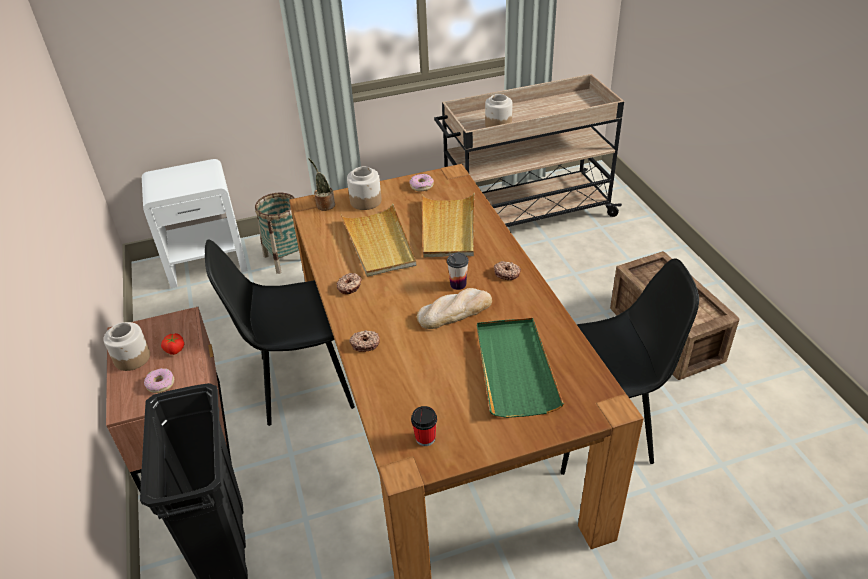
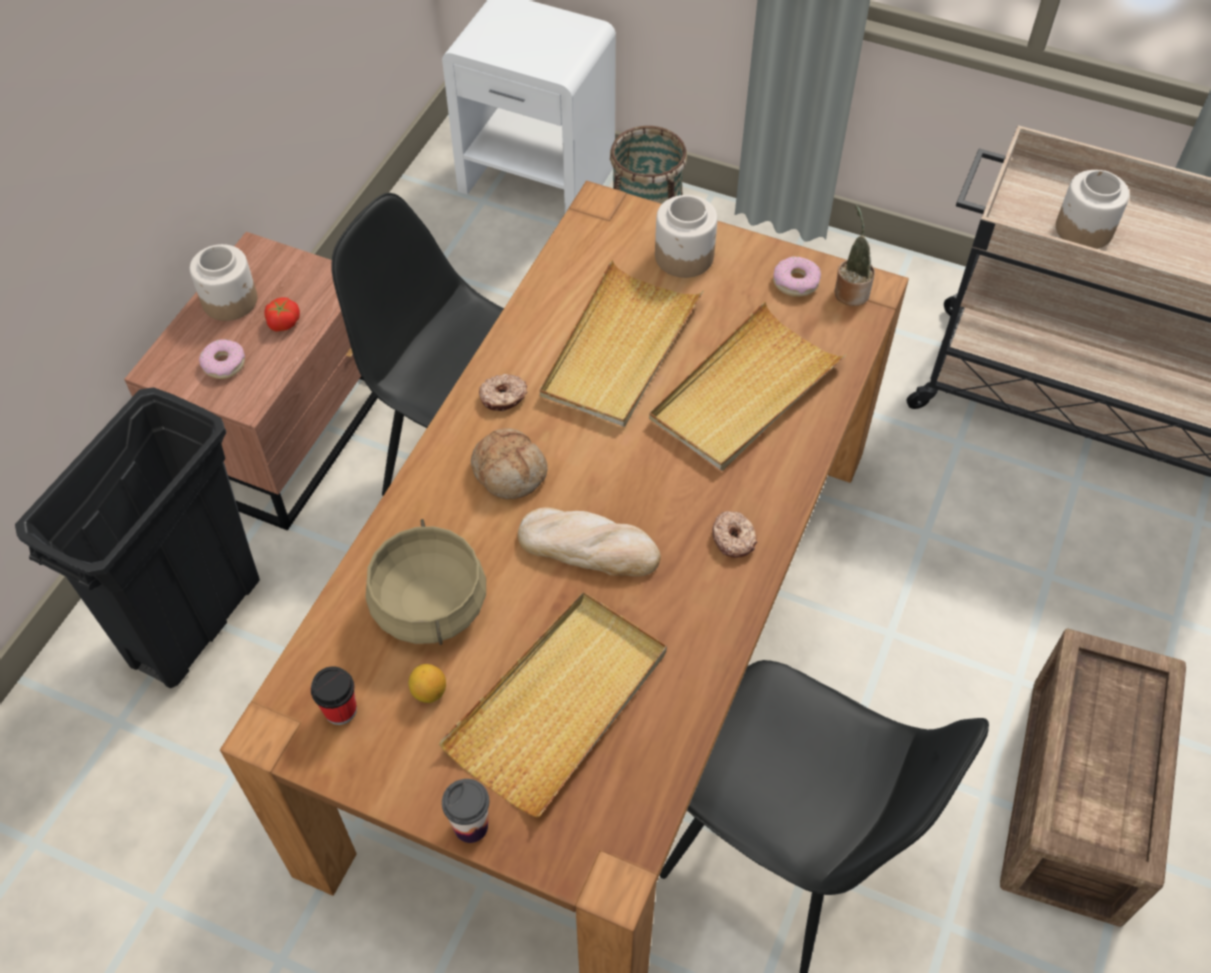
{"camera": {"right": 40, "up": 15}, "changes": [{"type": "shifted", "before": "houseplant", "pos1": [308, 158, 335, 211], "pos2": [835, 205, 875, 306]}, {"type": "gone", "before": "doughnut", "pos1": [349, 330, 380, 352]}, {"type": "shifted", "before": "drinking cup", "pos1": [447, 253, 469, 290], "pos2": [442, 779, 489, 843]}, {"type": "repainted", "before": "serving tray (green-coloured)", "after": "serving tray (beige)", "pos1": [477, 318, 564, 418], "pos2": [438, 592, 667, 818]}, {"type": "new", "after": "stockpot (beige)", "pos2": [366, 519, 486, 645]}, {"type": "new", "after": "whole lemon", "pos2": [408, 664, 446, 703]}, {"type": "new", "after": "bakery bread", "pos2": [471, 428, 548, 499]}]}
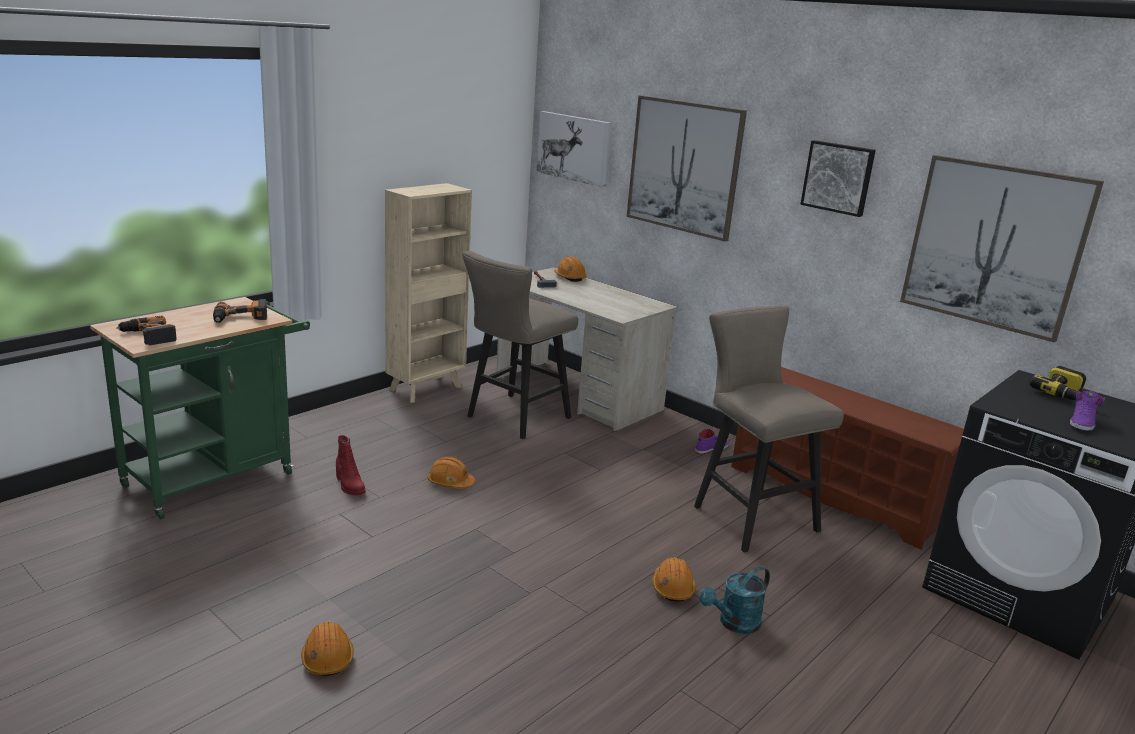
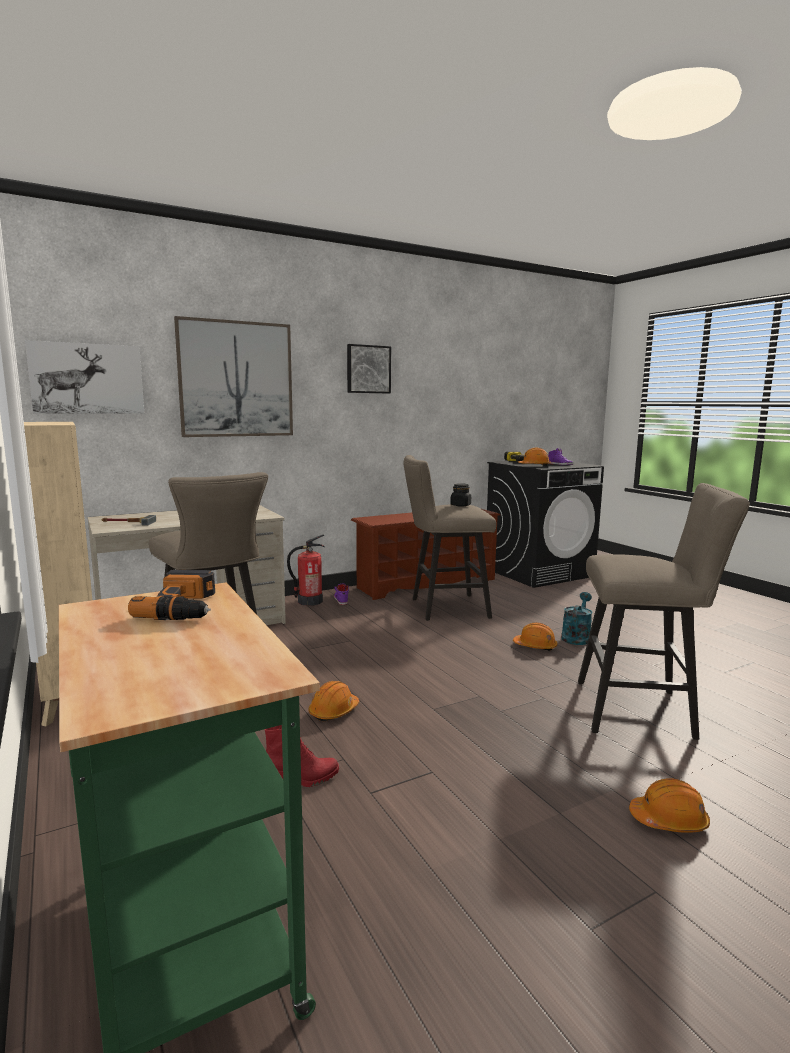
{"camera": {"right": -70, "up": -10}, "changes": [{"type": "gone", "before": "drill", "pos1": [116, 316, 177, 345]}, {"type": "shifted", "before": "hard hat (orange-coloured)", "pos1": [554, 256, 587, 282], "pos2": [518, 448, 551, 466]}, {"type": "rotated", "before": "watering pot (blue-green)", "pos1": [699, 566, 770, 634], "pos2": [561, 592, 593, 645], "turn": -135}, {"type": "gone", "before": "wall picture", "pos1": [900, 155, 1104, 343]}, {"type": "new", "after": "fire-fighting cylinder", "pos2": [287, 534, 325, 606]}, {"type": "new", "after": "preserve jar (black-coloured)", "pos2": [450, 483, 471, 507]}, {"type": "new", "after": "sitting stool (beige)", "pos2": [578, 483, 750, 740]}]}
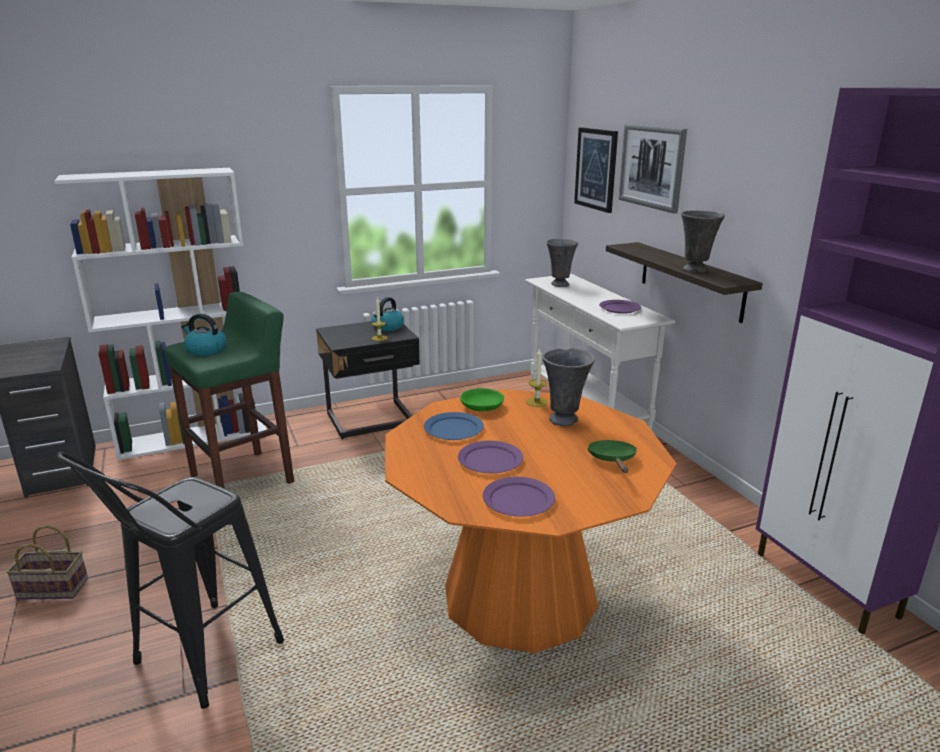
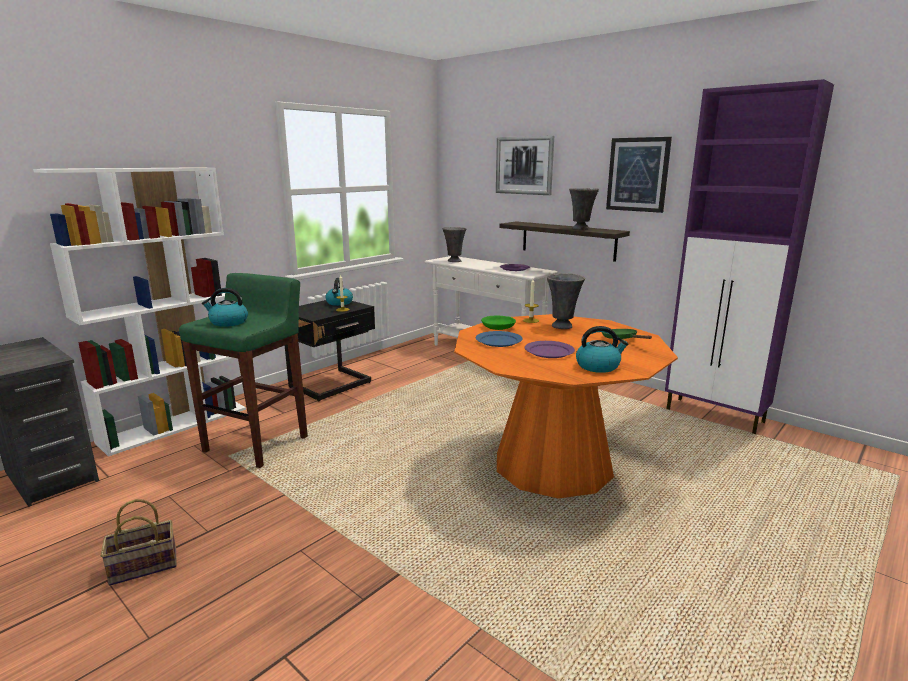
{"camera": {"right": -25, "up": -5}, "changes": [{"type": "gone", "before": "sitting stool (black-coloured)", "pos1": [57, 452, 284, 709]}, {"type": "swapped", "before": "plate (purple-coloured)", "after": "water kettle", "pos1": [483, 477, 555, 517], "pos2": [576, 326, 629, 373]}, {"type": "shifted", "before": "wall picture", "pos1": [574, 127, 618, 213], "pos2": [606, 137, 672, 213]}]}
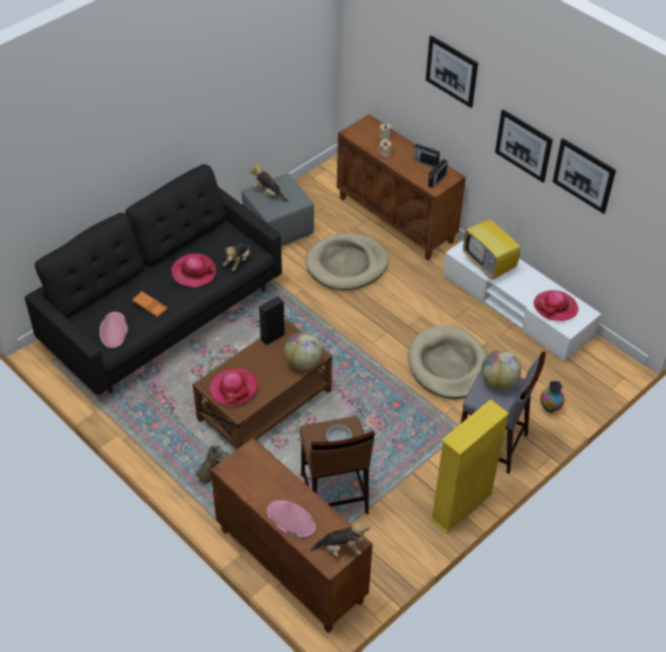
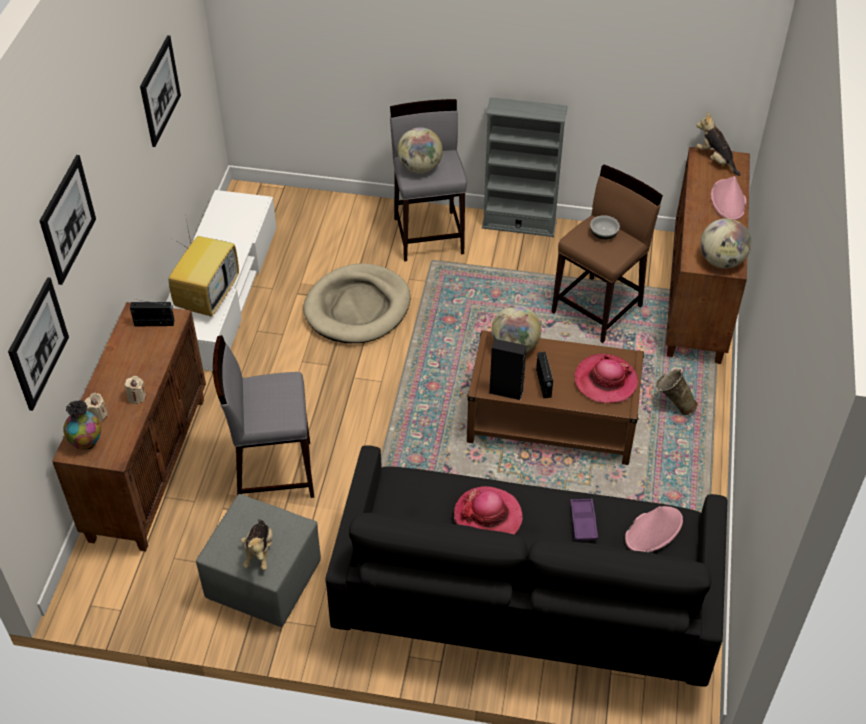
{"camera": {"right": -125, "up": 0}, "changes": [{"type": "repainted", "before": "serving tray (orange-coloured)", "after": "serving tray (purple-coloured)", "pos1": [132, 291, 167, 318], "pos2": [570, 498, 598, 541]}, {"type": "gone", "before": "plush toy", "pos1": [223, 244, 250, 271]}, {"type": "swapped", "before": "pet bed (beige)", "after": "sitting stool (greyish)", "pos1": [305, 233, 388, 290], "pos2": [213, 335, 314, 498]}, {"type": "shifted", "before": "radio set", "pos1": [413, 144, 440, 168], "pos2": [536, 352, 553, 398]}, {"type": "repainted", "before": "bookcase (yellow-coloured)", "after": "bookcase (greyish)", "pos1": [430, 399, 509, 533], "pos2": [482, 97, 568, 237]}, {"type": "shifted", "before": "wall picture", "pos1": [495, 109, 553, 182], "pos2": [8, 277, 69, 411]}, {"type": "gone", "before": "clothing hat", "pos1": [534, 290, 578, 321]}, {"type": "shifted", "before": "decorative vase", "pos1": [540, 381, 565, 413], "pos2": [63, 400, 101, 450]}, {"type": "new", "after": "globe", "pos2": [700, 218, 751, 268]}]}
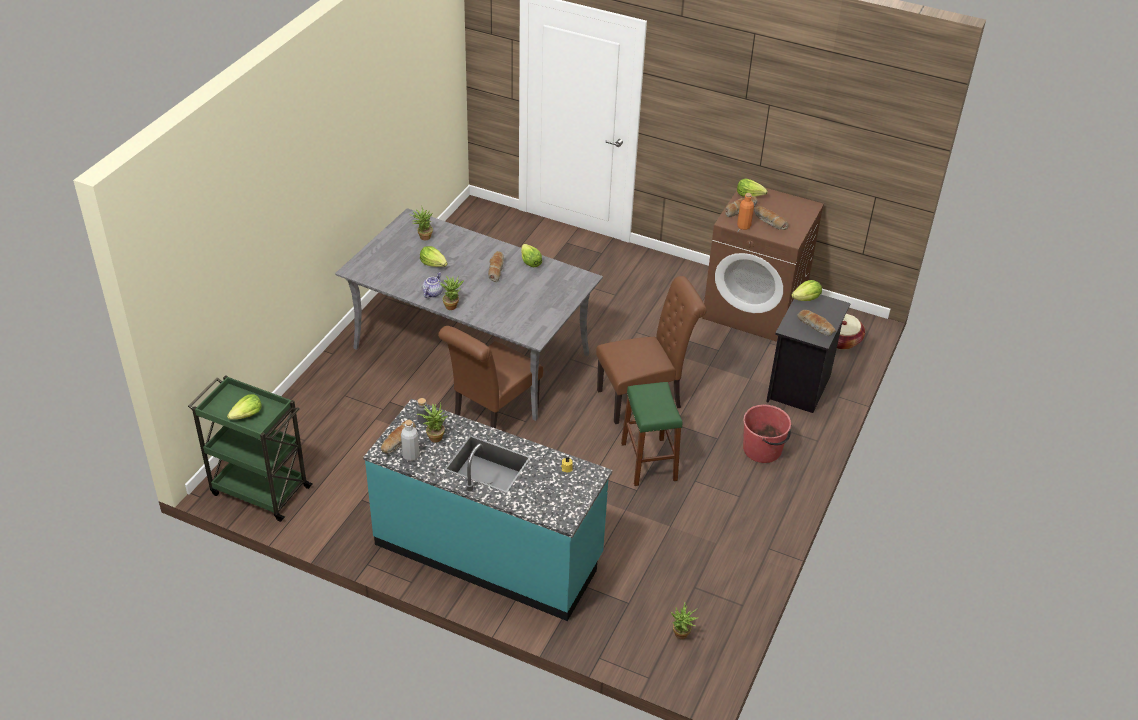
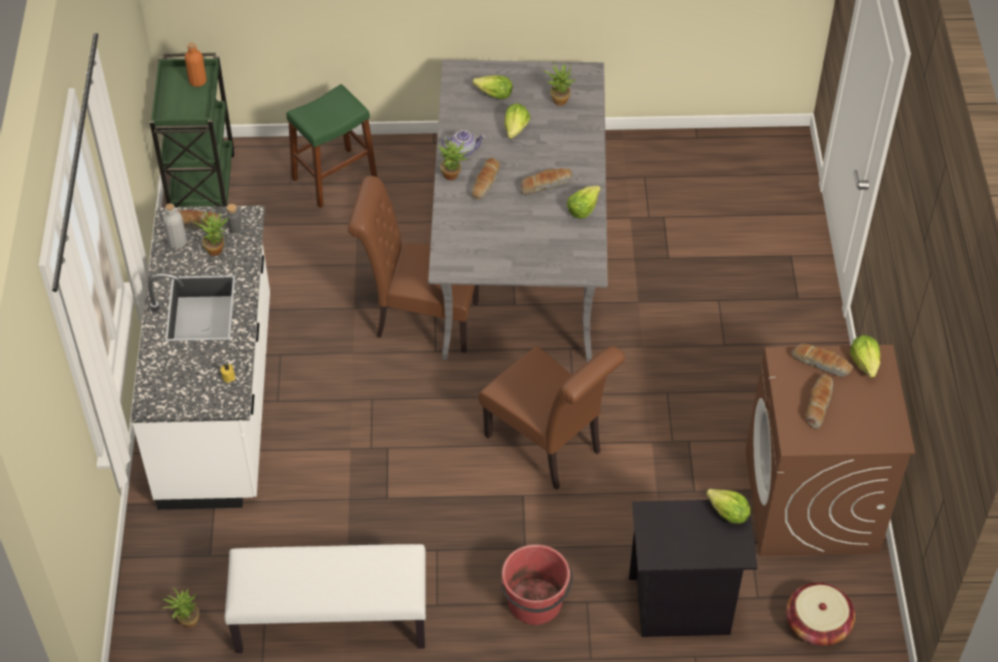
{"camera": {"right": 65, "up": 10}, "changes": [{"type": "shifted", "before": "head of lettuce", "pos1": [227, 394, 262, 420], "pos2": [473, 75, 513, 99]}, {"type": "repainted", "before": "counter (blue-green)", "after": "counter (white-coloured)", "pos1": [363, 399, 612, 621], "pos2": [131, 206, 270, 510]}, {"type": "shifted", "before": "sitting stool (green-coloured)", "pos1": [621, 382, 683, 486], "pos2": [286, 84, 377, 208]}, {"type": "shifted", "before": "drink bottle (orange-coloured)", "pos1": [737, 193, 754, 230], "pos2": [185, 42, 207, 87]}, {"type": "shifted", "before": "bakery bread", "pos1": [797, 310, 836, 336], "pos2": [472, 158, 500, 199]}, {"type": "new", "after": "indoor bench (white-coloured)", "pos2": [225, 544, 426, 653]}]}
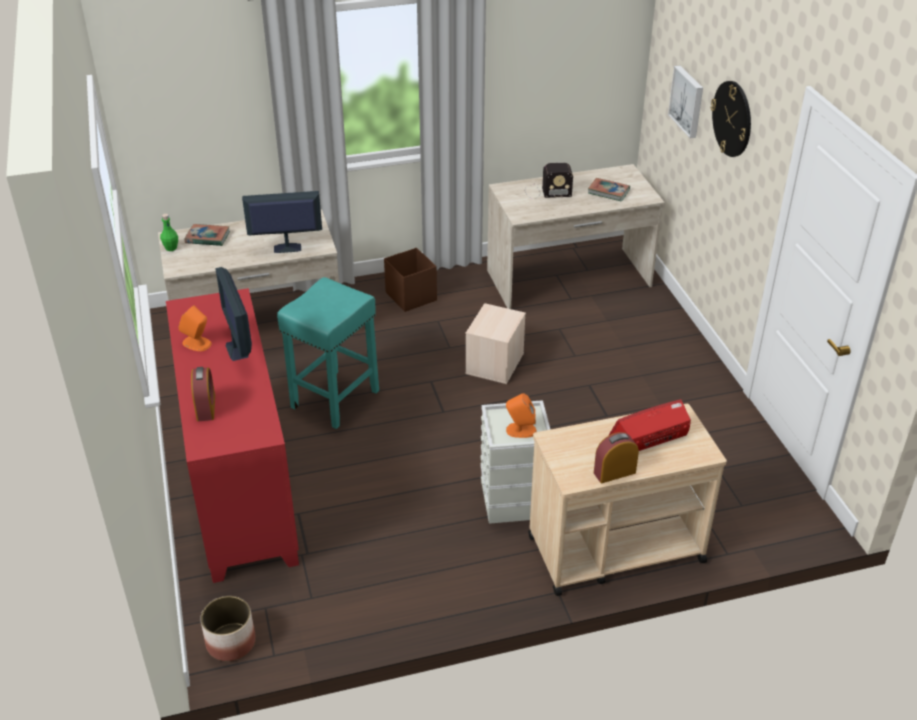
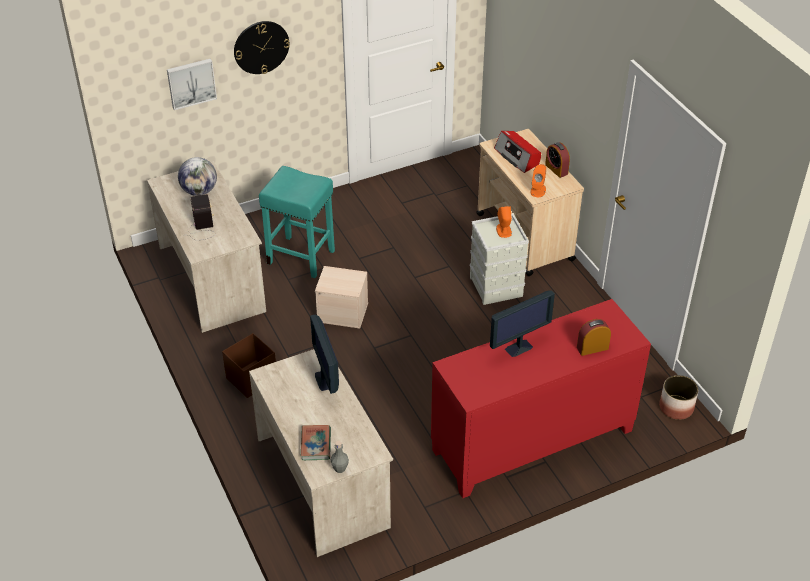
{"camera": {"right": -100, "up": 5}, "changes": [{"type": "repainted", "before": "drink bottle (green-coloured)", "after": "drink bottle (greyish)", "pos1": [160, 214, 178, 251], "pos2": [331, 441, 349, 473]}, {"type": "shifted", "before": "speaker (orange-coloured)", "pos1": [178, 305, 212, 351], "pos2": [530, 164, 546, 197]}, {"type": "shifted", "before": "sitting stool (blue-green)", "pos1": [277, 277, 379, 429], "pos2": [259, 166, 335, 278]}, {"type": "swapped", "before": "bound book", "after": "globe", "pos1": [588, 178, 630, 202], "pos2": [178, 157, 217, 196]}]}
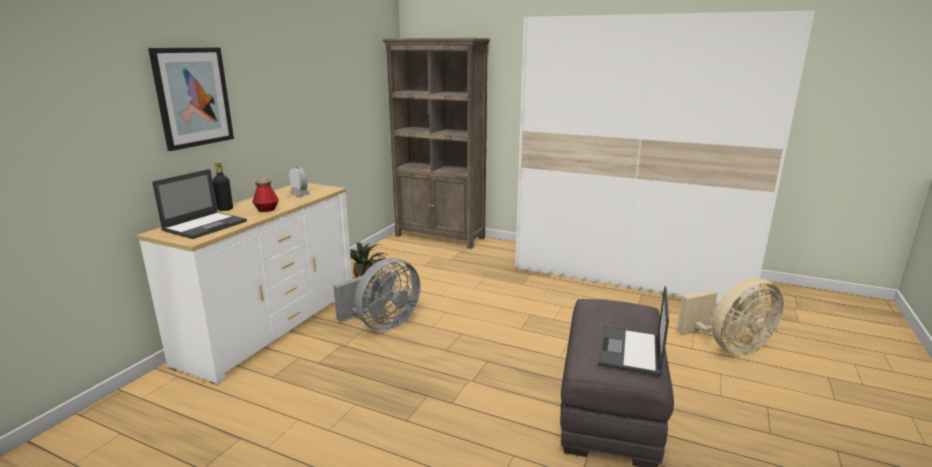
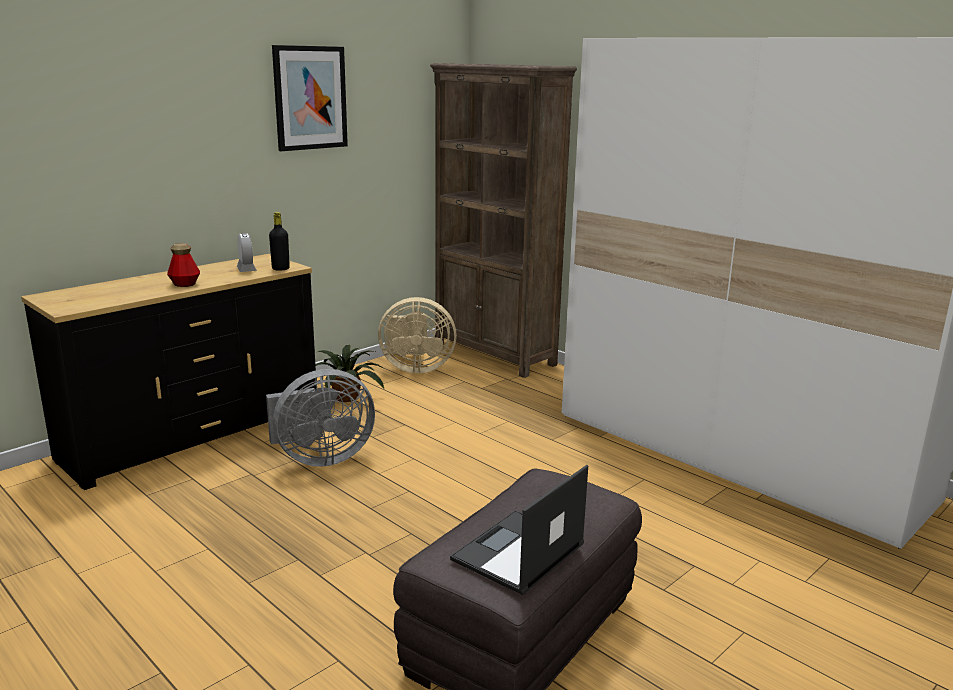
{"camera": {"right": 20, "up": 0}, "changes": [{"type": "repainted", "before": "drawer chest (white-coloured)", "after": "drawer chest (black-coloured)", "pos1": [137, 183, 352, 384], "pos2": [21, 254, 316, 490]}, {"type": "shifted", "before": "wall picture", "pos1": [148, 47, 234, 151], "pos2": [272, 45, 348, 151]}, {"type": "gone", "before": "portable computer", "pos1": [152, 169, 247, 239]}, {"type": "shifted", "before": "drink bottle (black-coloured)", "pos1": [212, 162, 233, 211], "pos2": [269, 212, 290, 271]}, {"type": "shifted", "before": "fan (beige)", "pos1": [677, 278, 784, 355], "pos2": [378, 297, 457, 373]}]}
